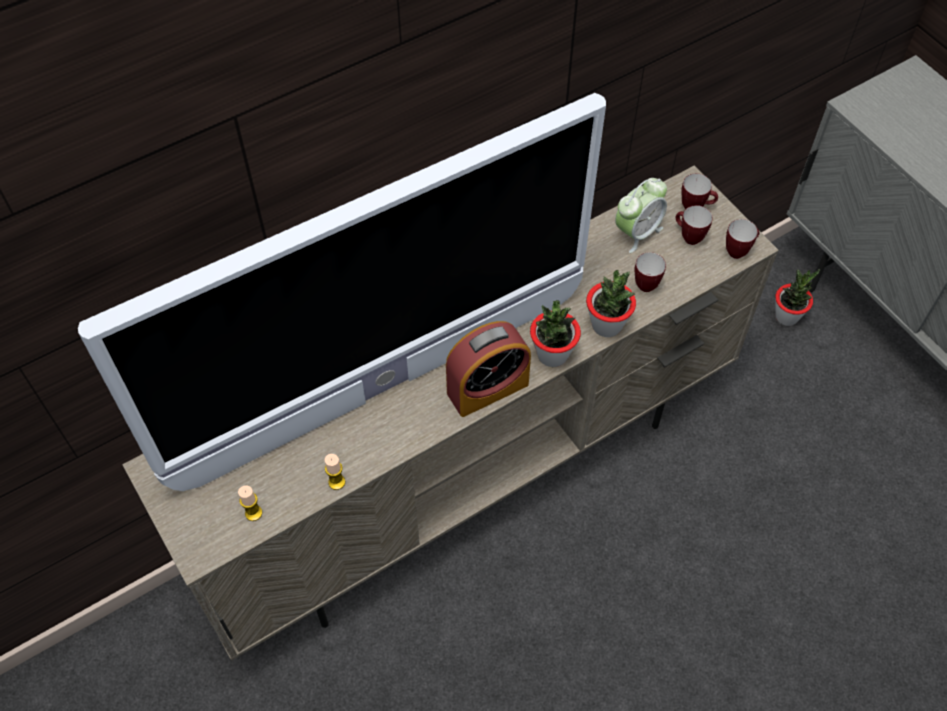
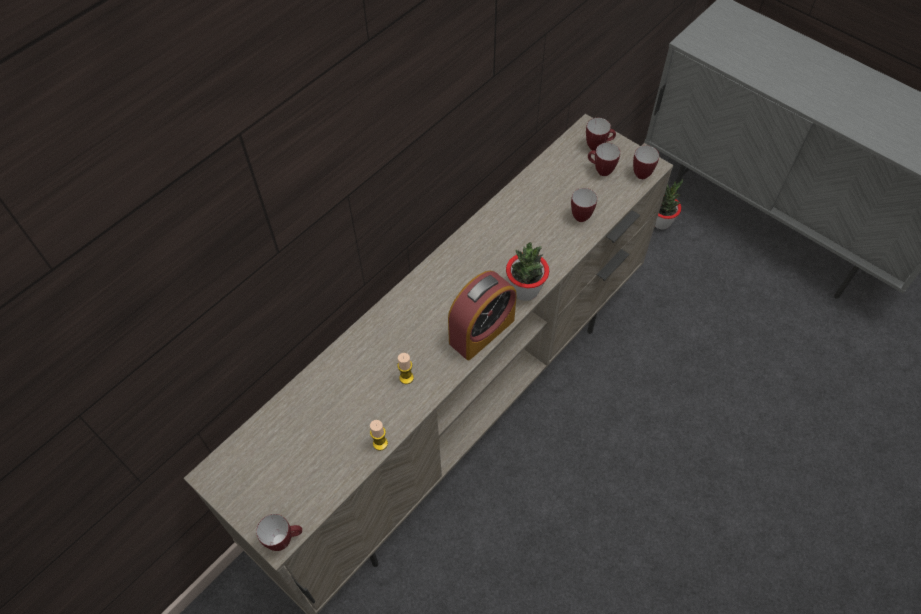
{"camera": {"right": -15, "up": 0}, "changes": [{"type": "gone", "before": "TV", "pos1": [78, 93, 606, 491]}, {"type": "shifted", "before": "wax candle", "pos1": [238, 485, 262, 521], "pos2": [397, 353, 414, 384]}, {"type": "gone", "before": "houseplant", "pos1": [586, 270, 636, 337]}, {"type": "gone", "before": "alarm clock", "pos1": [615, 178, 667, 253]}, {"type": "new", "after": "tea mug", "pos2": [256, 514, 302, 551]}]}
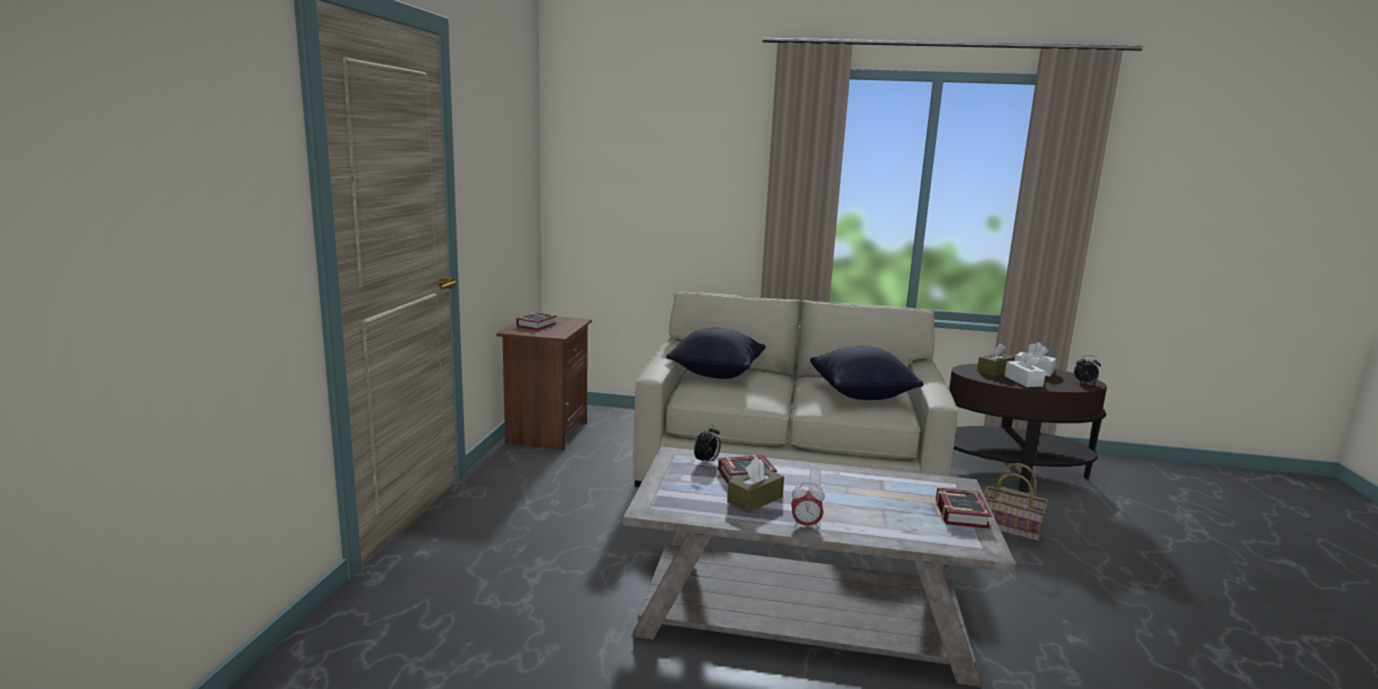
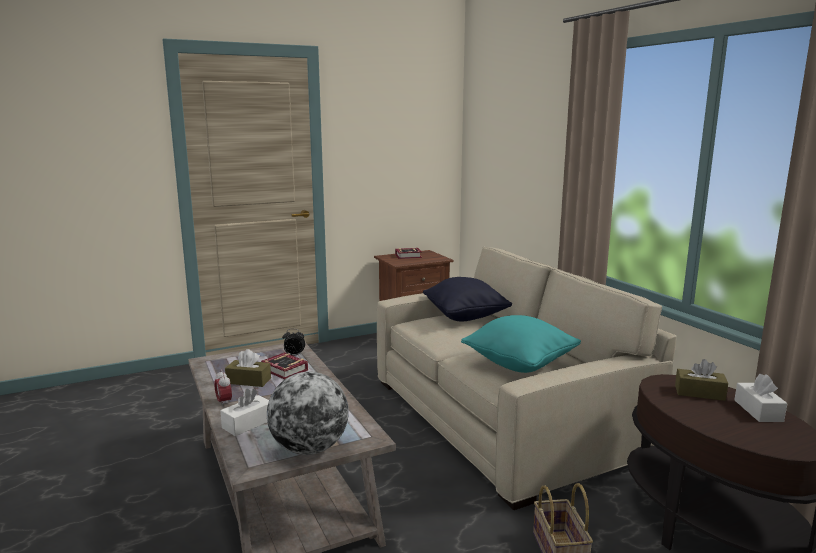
{"camera": {"right": 55, "up": 0}, "changes": [{"type": "repainted", "before": "cushion (black-coloured)", "after": "cushion (blue-green)", "pos1": [810, 346, 923, 400], "pos2": [461, 315, 581, 373]}, {"type": "swapped", "before": "bound book", "after": "globe", "pos1": [936, 488, 992, 529], "pos2": [267, 372, 349, 455]}, {"type": "shifted", "before": "tissue box (white-coloured)", "pos1": [1004, 351, 1046, 387], "pos2": [220, 389, 269, 436]}, {"type": "gone", "before": "alarm clock", "pos1": [1074, 355, 1101, 385]}]}
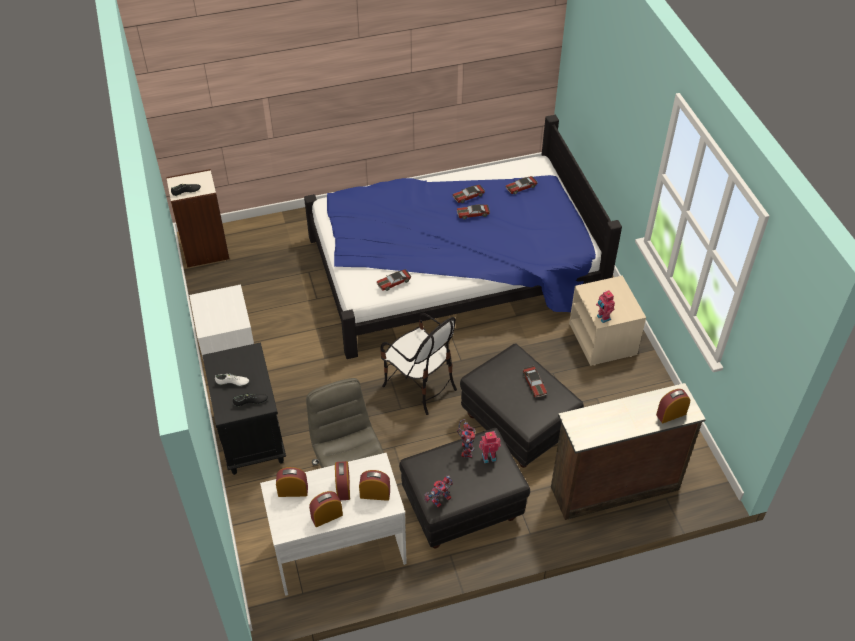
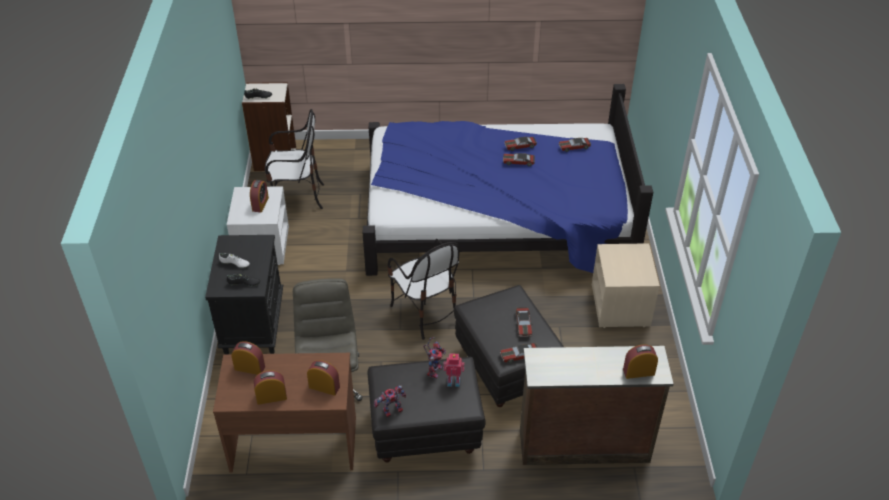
{"camera": {"right": 15, "up": -5}, "changes": [{"type": "repainted", "before": "desk table (white-coloured)", "after": "desk table (brown-coloured)", "pos1": [260, 453, 407, 596], "pos2": [213, 353, 356, 472]}, {"type": "shifted", "before": "alarm clock", "pos1": [335, 461, 350, 500], "pos2": [250, 180, 269, 213]}, {"type": "shifted", "before": "miniature car", "pos1": [377, 269, 411, 291], "pos2": [500, 343, 538, 363]}, {"type": "gone", "before": "model robot", "pos1": [596, 290, 615, 323]}, {"type": "new", "after": "upright chair", "pos2": [265, 109, 324, 209]}]}
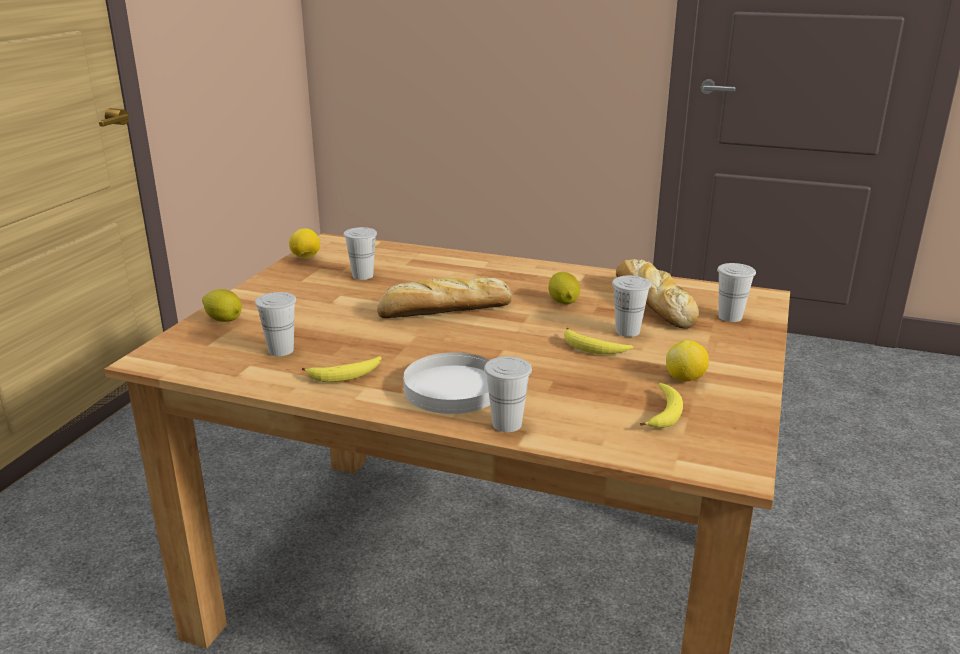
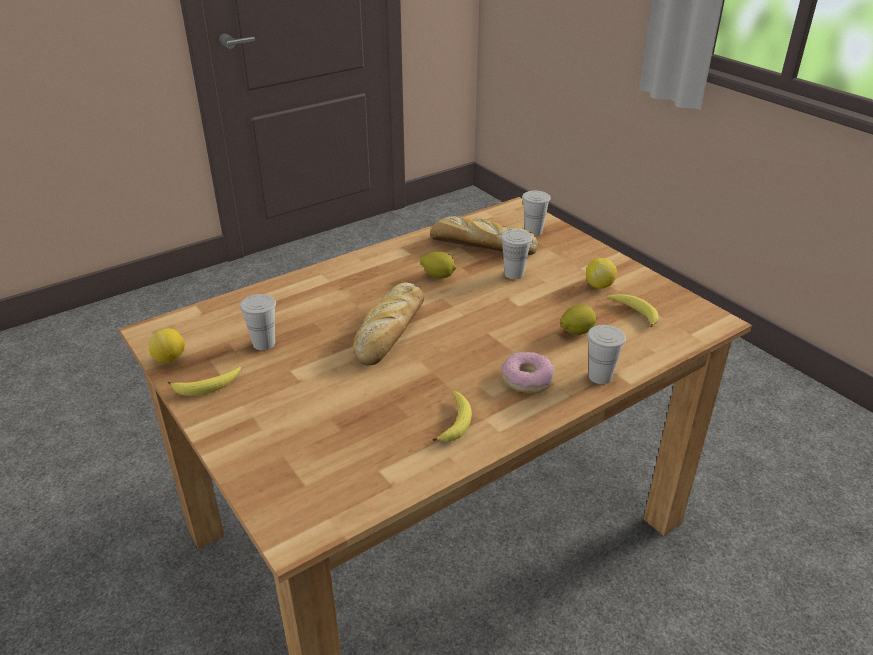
{"camera": {"right": -55, "up": 10}, "changes": [{"type": "shifted", "before": "whole lemon", "pos1": [202, 289, 242, 322], "pos2": [560, 304, 596, 335]}, {"type": "gone", "before": "drinking cup (white-coloured)", "pos1": [255, 292, 296, 356]}, {"type": "swapped", "before": "plate (white-coloured)", "after": "doughnut", "pos1": [403, 353, 490, 414], "pos2": [502, 352, 554, 393]}, {"type": "shifted", "before": "banana", "pos1": [564, 328, 633, 354], "pos2": [168, 366, 241, 396]}]}
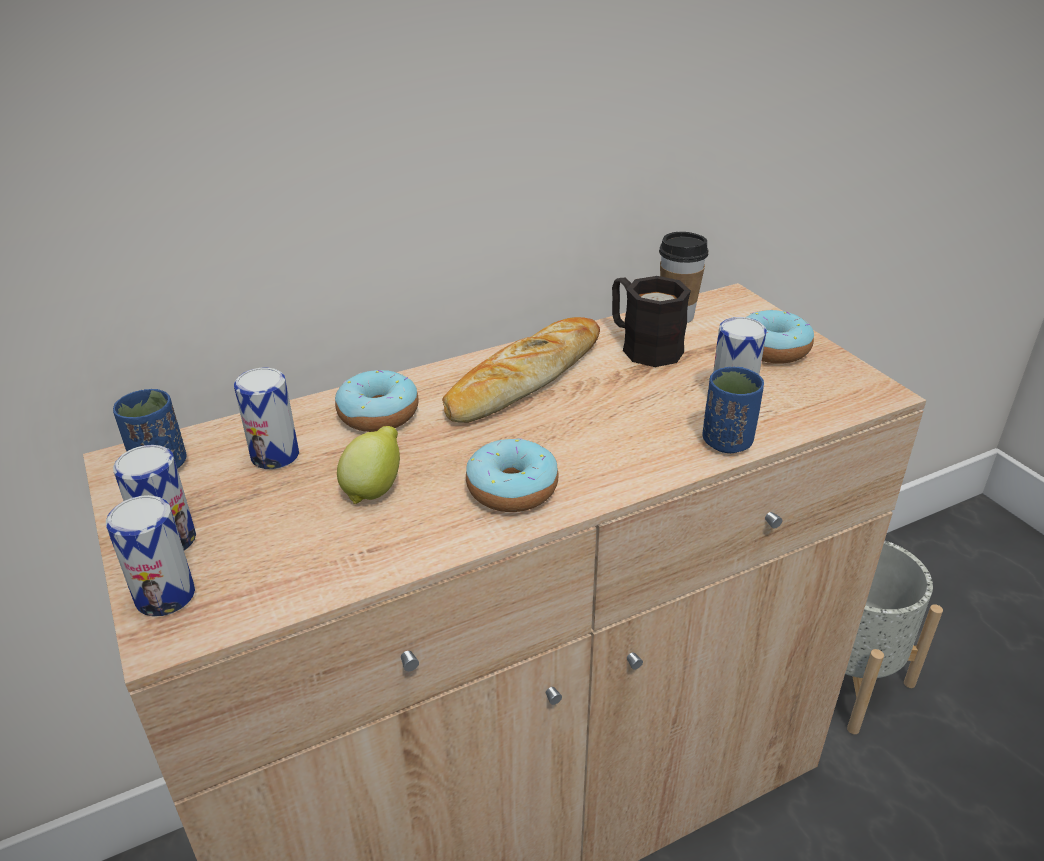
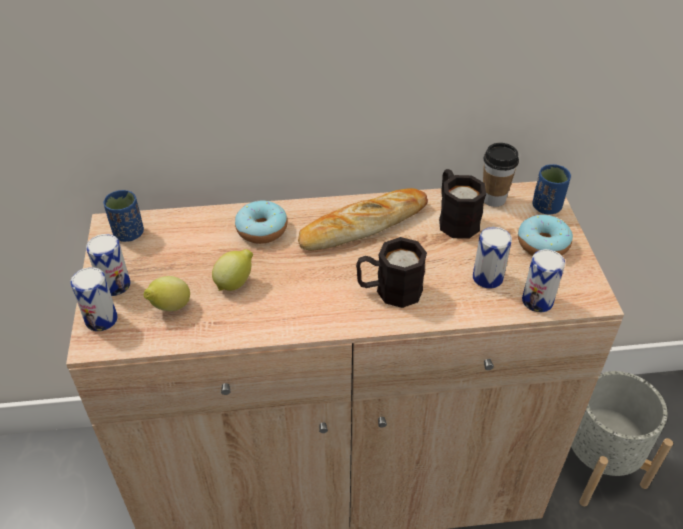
{"camera": {"right": 20, "up": 10}, "changes": [{"type": "shifted", "before": "can", "pos1": [234, 368, 299, 469], "pos2": [522, 249, 565, 312]}, {"type": "gone", "before": "doughnut", "pos1": [466, 438, 559, 512]}, {"type": "shifted", "before": "drinking cup (blue)", "pos1": [702, 367, 764, 453], "pos2": [532, 164, 571, 214]}, {"type": "new", "after": "whole lemon", "pos2": [143, 276, 190, 311]}, {"type": "new", "after": "tea mug (black-coloured)", "pos2": [356, 237, 427, 308]}]}
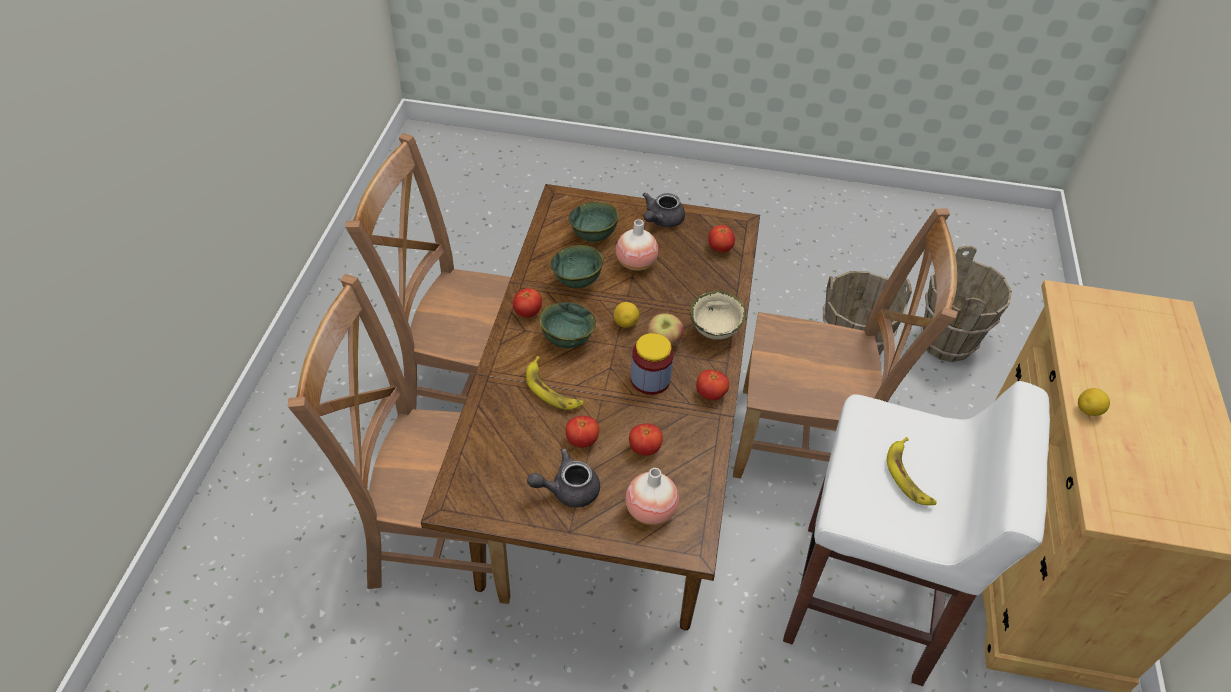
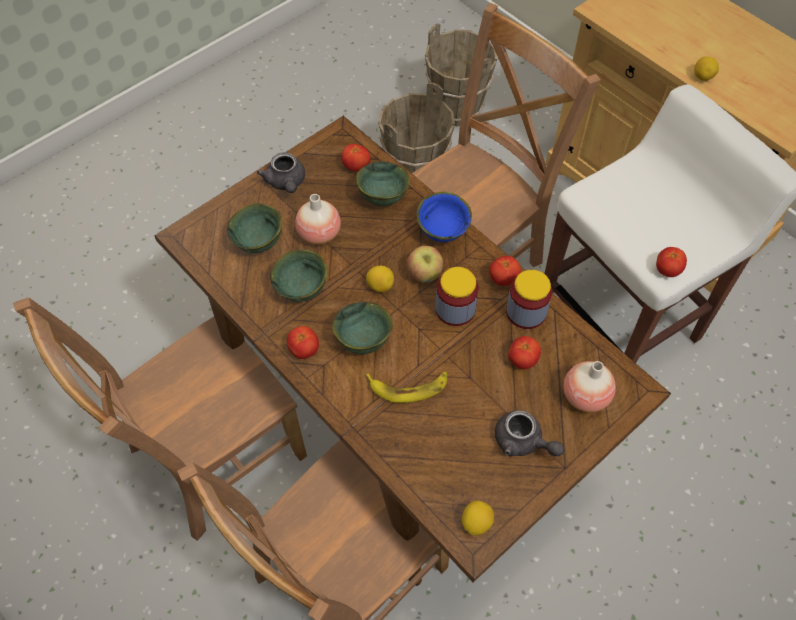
{"camera": {"right": -50, "up": 10}, "changes": [{"type": "rotated", "before": "teapot (greyish)", "pos1": [527, 448, 600, 508], "pos2": [495, 410, 564, 456], "turn": -75}, {"type": "shifted", "before": "whole tomato", "pos1": [566, 416, 599, 448], "pos2": [656, 247, 687, 277]}, {"type": "repainted", "before": "deep dish (beige)", "after": "deep dish (blue)", "pos1": [690, 291, 746, 340], "pos2": [417, 192, 472, 242]}, {"type": "gone", "before": "banana", "pos1": [887, 437, 937, 505]}, {"type": "new", "after": "deep dish (green-coloured)", "pos2": [356, 161, 410, 206]}, {"type": "new", "after": "whole lemon", "pos2": [462, 501, 494, 536]}, {"type": "new", "after": "preserve jar", "pos2": [506, 270, 552, 329]}]}
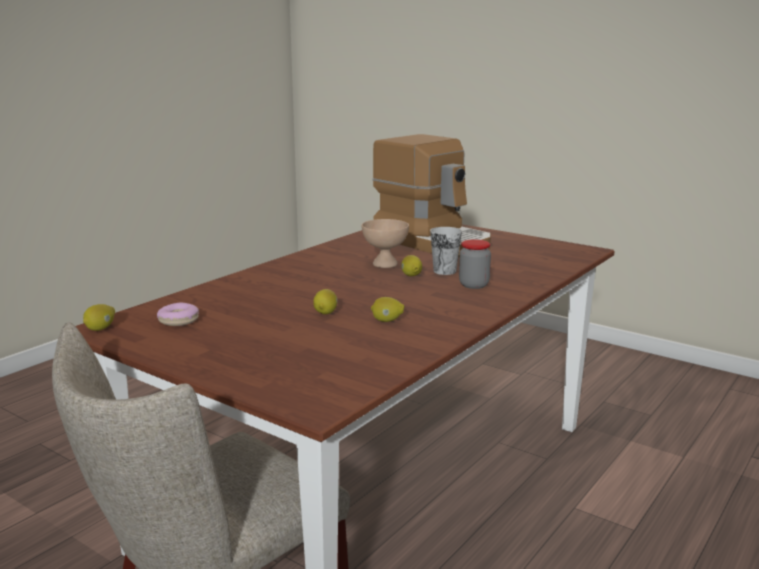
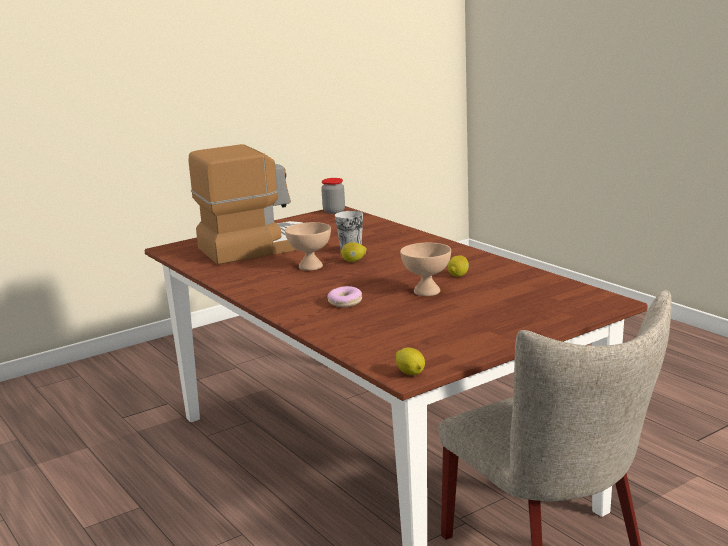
{"camera": {"right": -70, "up": 0}, "changes": [{"type": "shifted", "before": "doughnut", "pos1": [157, 302, 199, 326], "pos2": [327, 286, 362, 307]}, {"type": "swapped", "before": "whole lemon", "after": "deep dish (beige)", "pos1": [313, 289, 338, 314], "pos2": [400, 243, 451, 296]}, {"type": "shifted", "before": "preserve jar", "pos1": [459, 239, 491, 289], "pos2": [321, 178, 345, 214]}]}
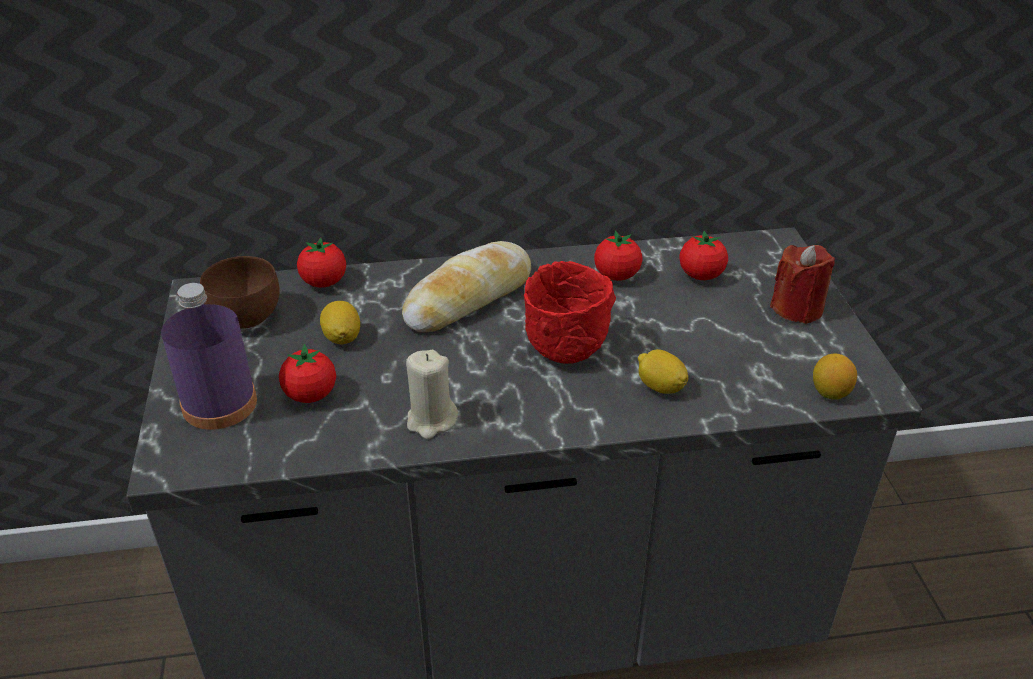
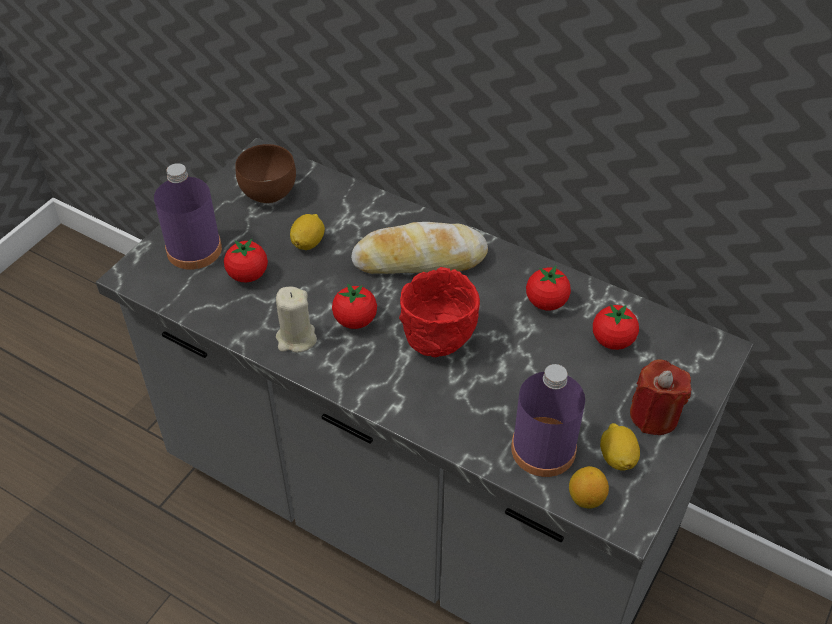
{"camera": {"right": 40, "up": 10}, "changes": [{"type": "shifted", "before": "whole tomato", "pos1": [297, 237, 346, 287], "pos2": [332, 283, 377, 329]}, {"type": "shifted", "before": "whole lemon", "pos1": [638, 349, 688, 394], "pos2": [600, 423, 640, 471]}, {"type": "new", "after": "drink bottle (purple-coloured)", "pos2": [511, 364, 585, 477]}]}
